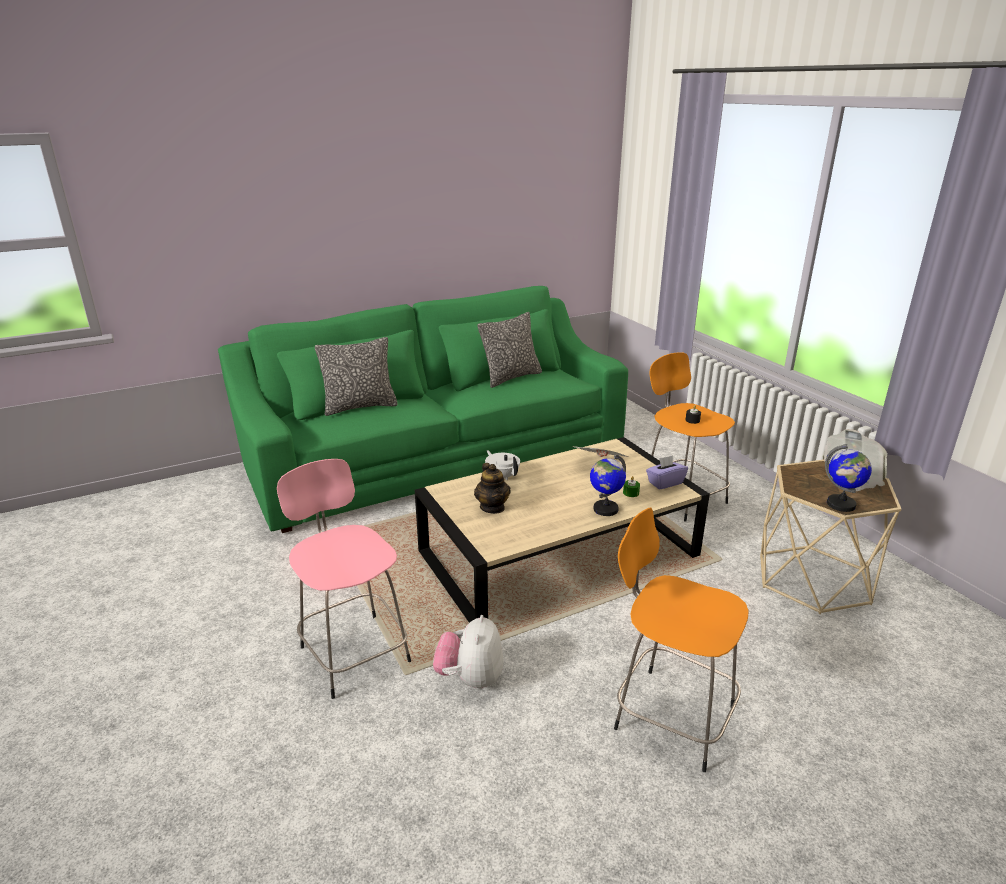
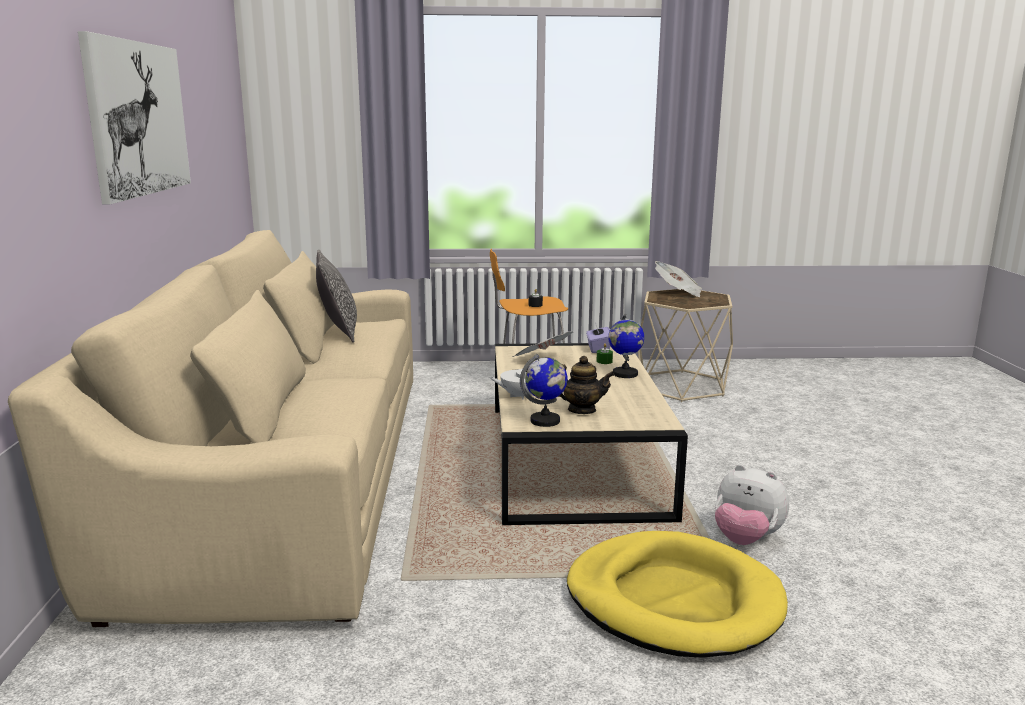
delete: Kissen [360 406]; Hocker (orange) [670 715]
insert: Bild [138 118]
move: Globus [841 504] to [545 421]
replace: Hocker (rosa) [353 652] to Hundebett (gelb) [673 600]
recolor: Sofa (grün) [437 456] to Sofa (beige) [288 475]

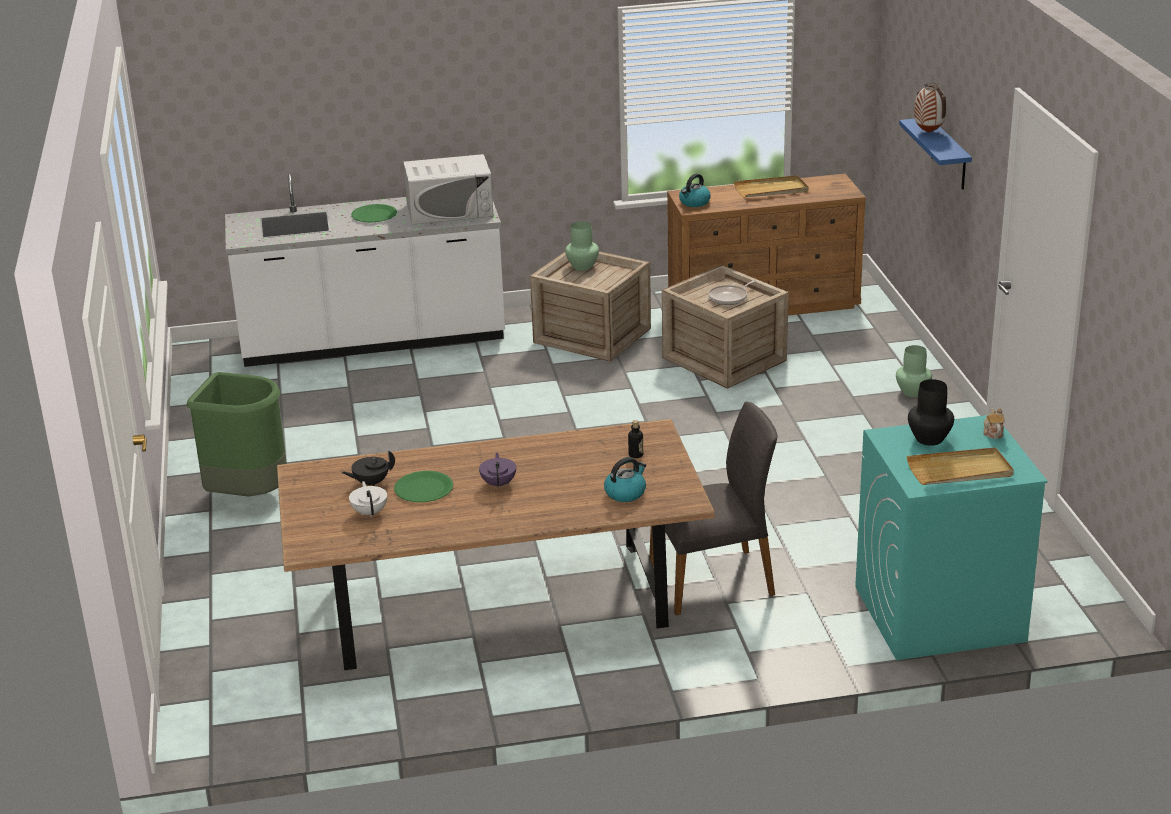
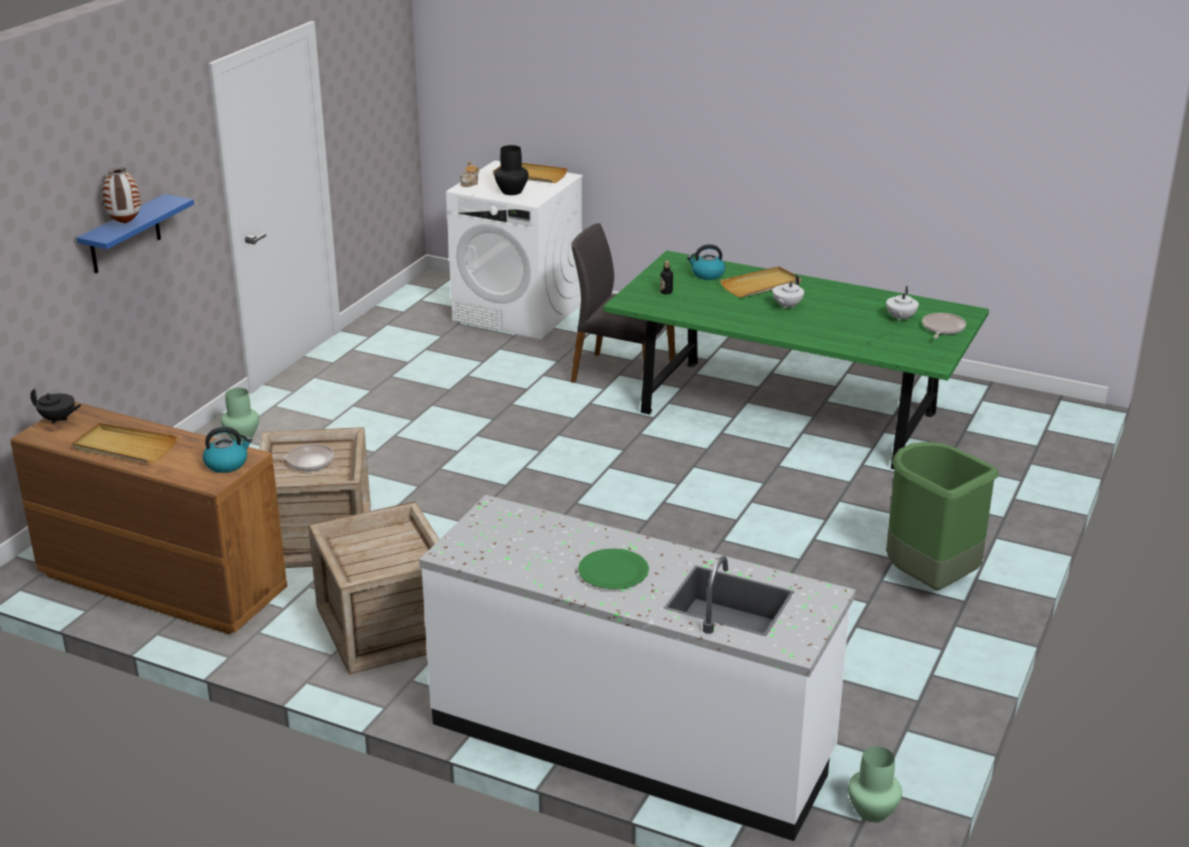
delete: Mikrowelle (weiß) [450 210]; Teller (grün) [424 488]
insert: Tablett (beige) [761 285]; Pfanne [942 328]
move: Vase (grün) [582 266] to [873 811]; Teekanne (schwarz) [371 483] to [58 419]
recolor: Waschmaschine (türkis) [938 614] to Waschmaschine (weiß) [518 312]; Esstisch (braun) [497 604] to Esstisch (grün) [788 413]; Teekanne (lila) [499 483] to Teekanne (weiß) [786 306]

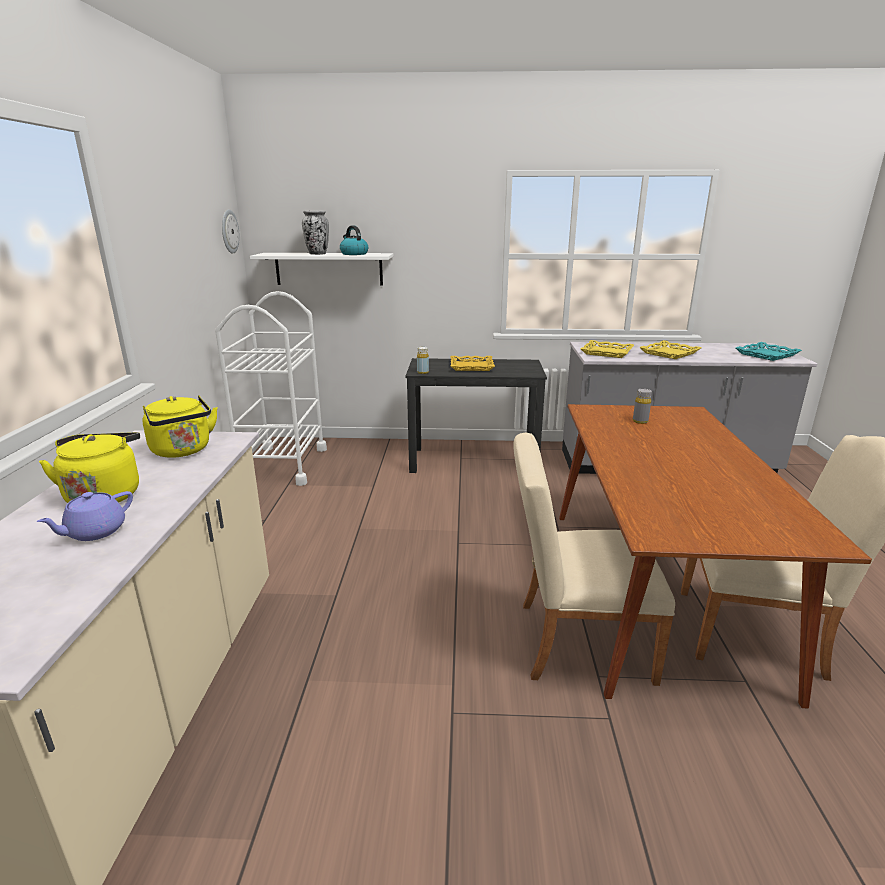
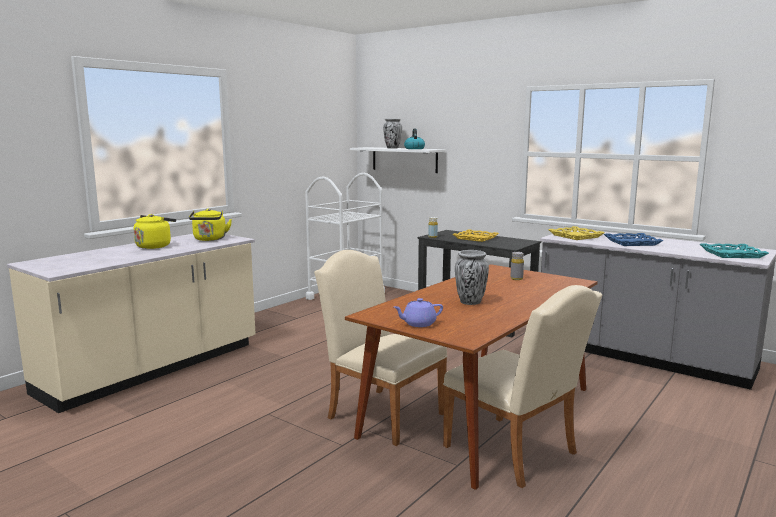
delete: Wanduhr [229 231]
insert: Vase [470 302]
move: Teekanne (lila) [95 532] to [418 324]
recolor: Tablett (gelb) [669 353] to Tablett (blau) [632 243]

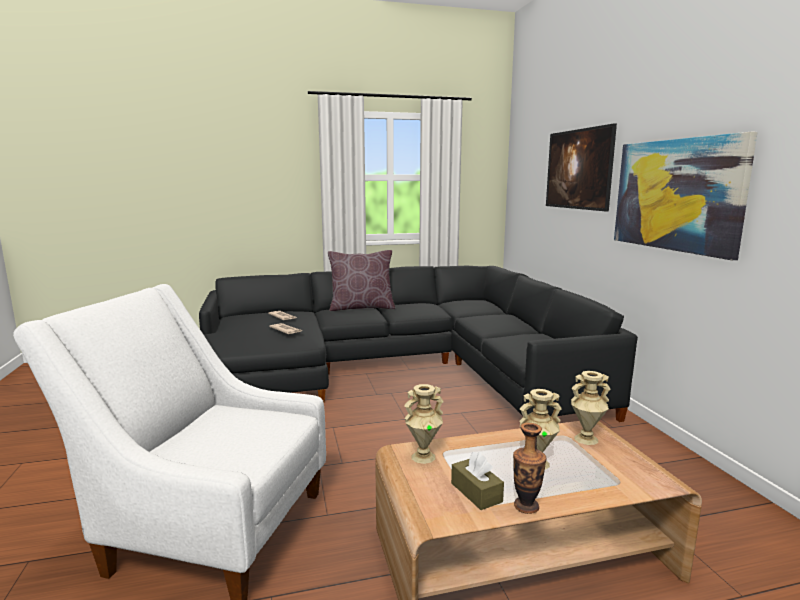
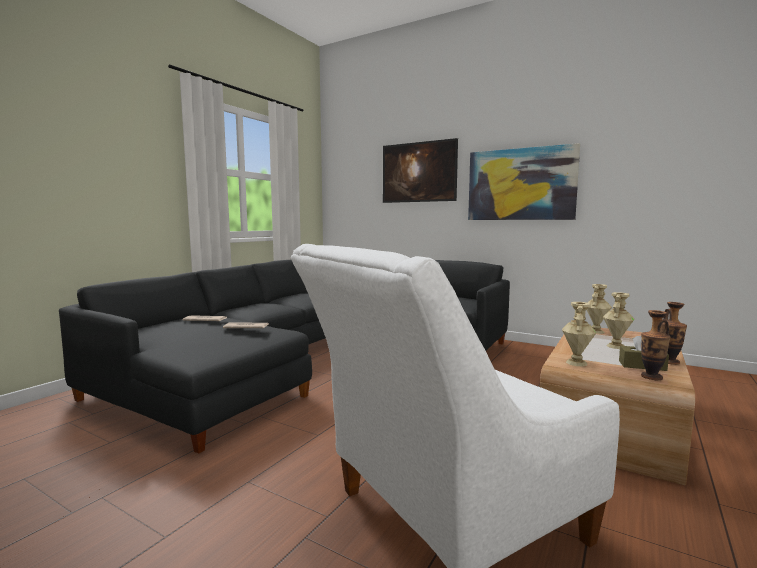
delete: Kissen (braun) [361 307]
insert: Vase [651 377]

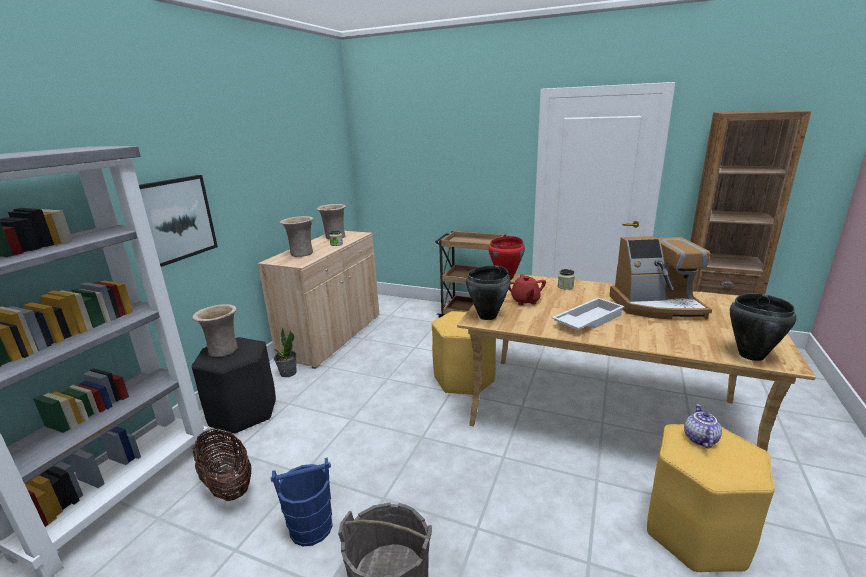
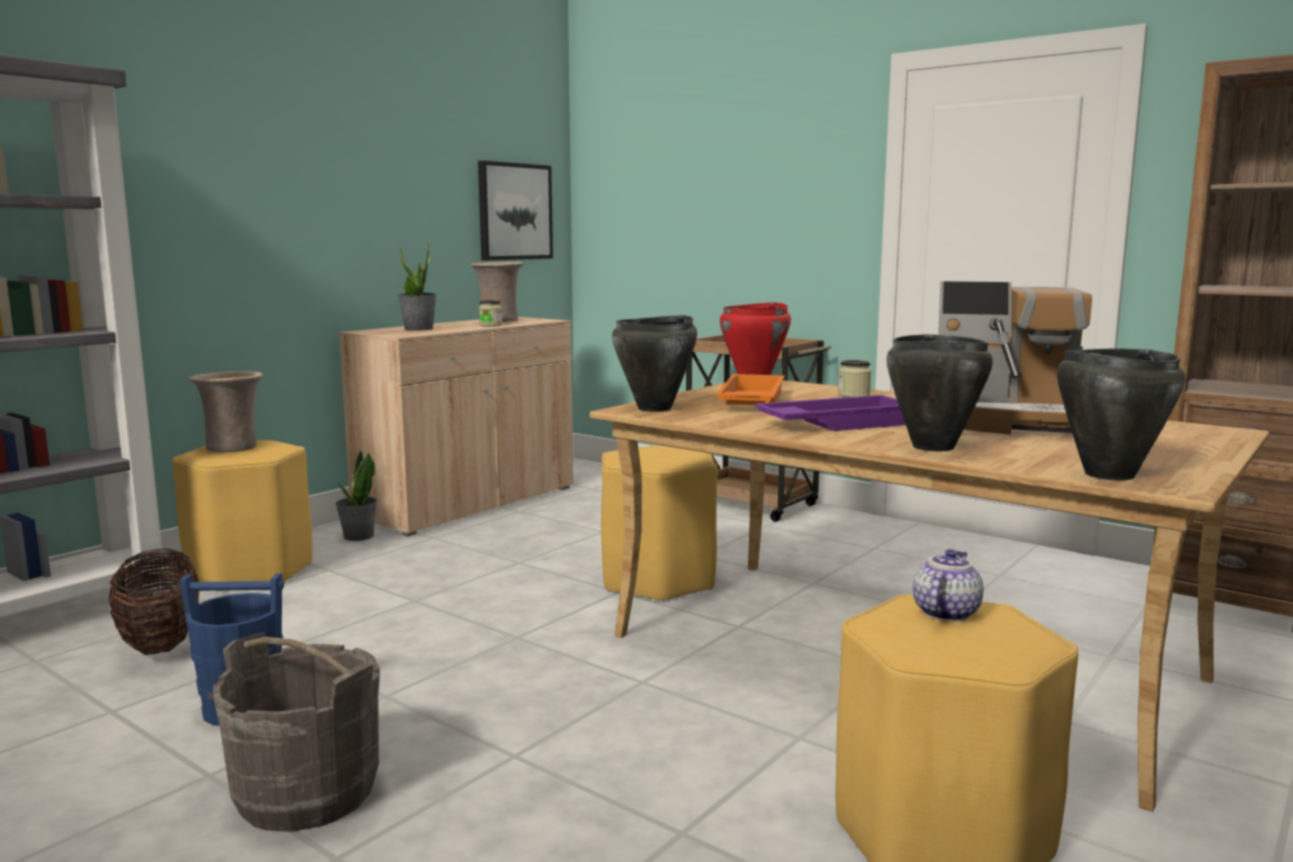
insert: Kochtopf (schwarz) [932 447]
move: Bild [174 219] to [514 211]
replace: Vase (beige) [301 254] to Topfpflanze [419 329]; Teekanne (rot) [525 301] to Tablett (orange) [749 401]
recolor: Tablett (weiß) [587 320] to Tablett (lila) [835 424]; Hocker (schwarz) [242 413] to Hocker (gelb) [249 571]

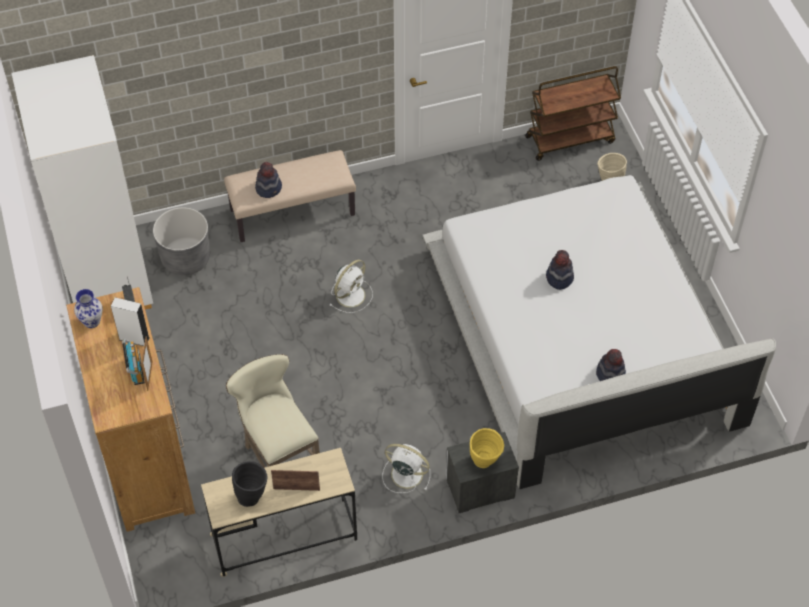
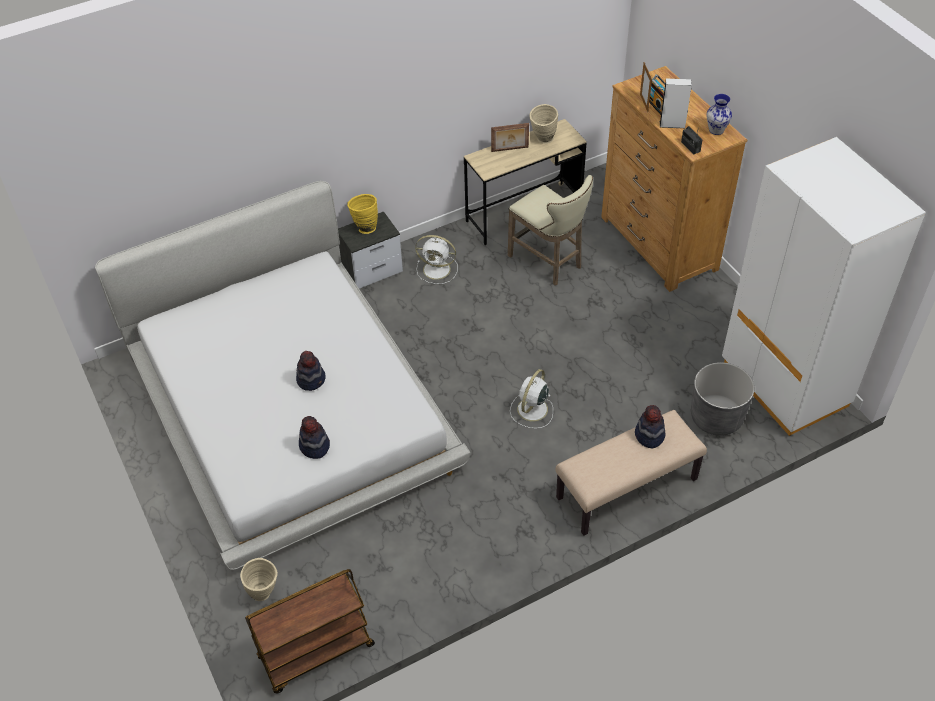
move: Hut [610 374] to [314 446]
recolor: Vase (schwarz) [252 495] to Vase (beige) [543 140]

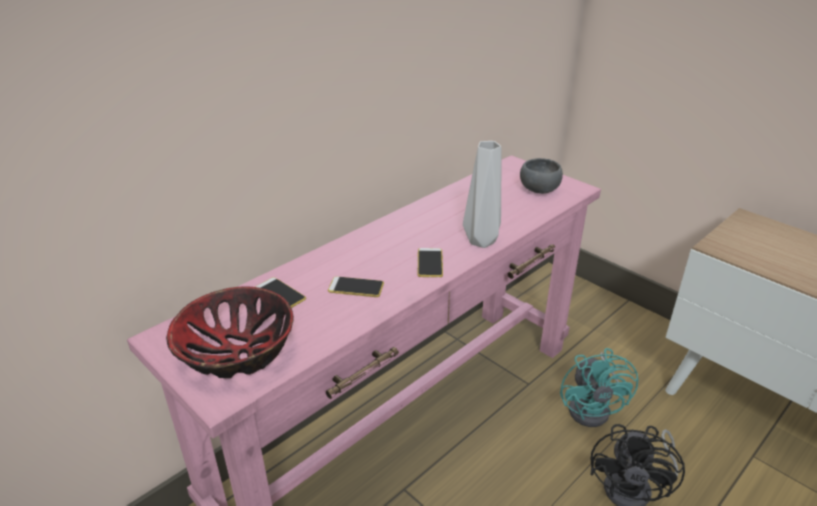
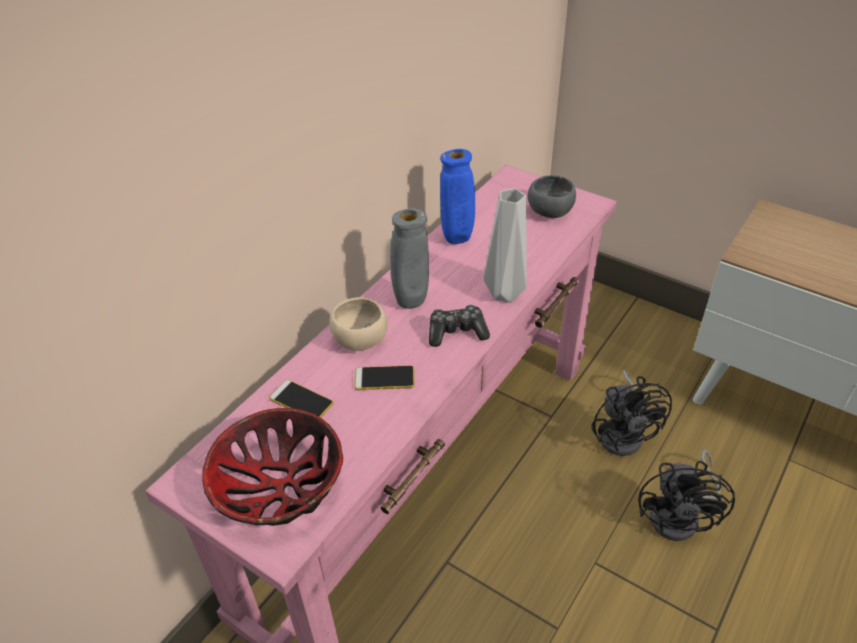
insert: Vase (blau) [457 241]; Vase (grau) [411 302]; Schüssel (beige) [360 341]
replace: Handy [430 263] to Gamepad [456 332]
recolor: Ventilator (türkis) [593 408] to Ventilator (schwarz) [624 433]

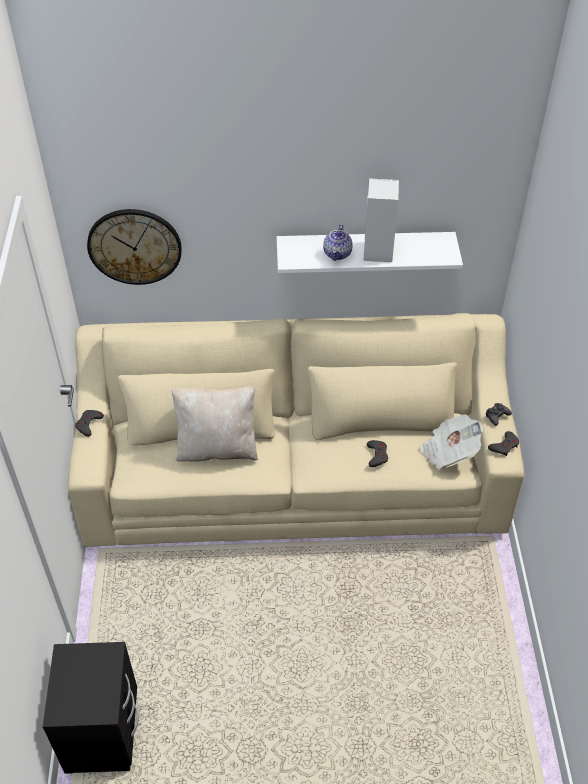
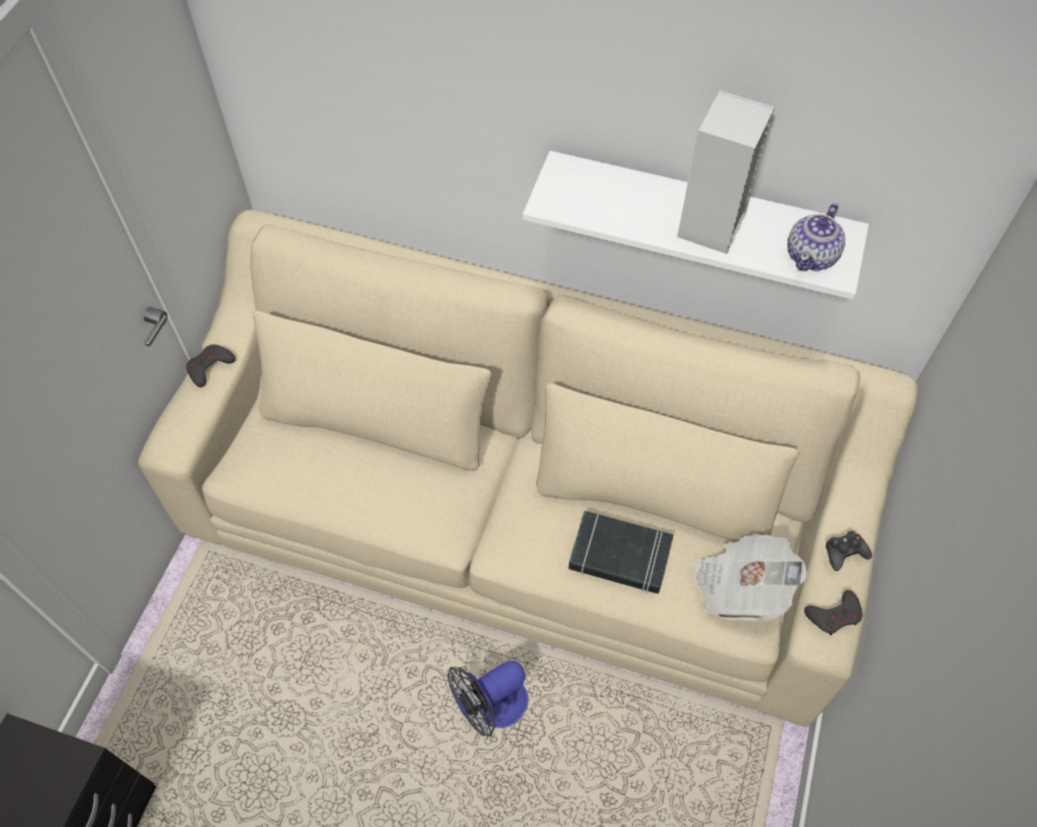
delete: Wanduhr [134 246]; Kissen (beige) [217 448]
insert: Ventilator [491 707]
move: Teekanne [338 253] to [811 256]
replace: Gamepad (grau) [377 455] to Buch (schwarz) [619 556]

